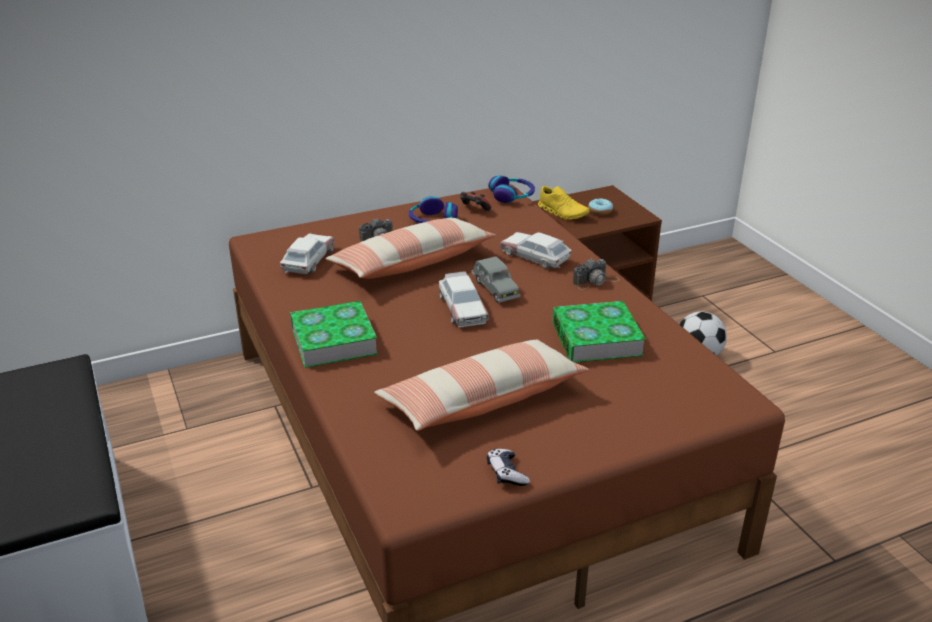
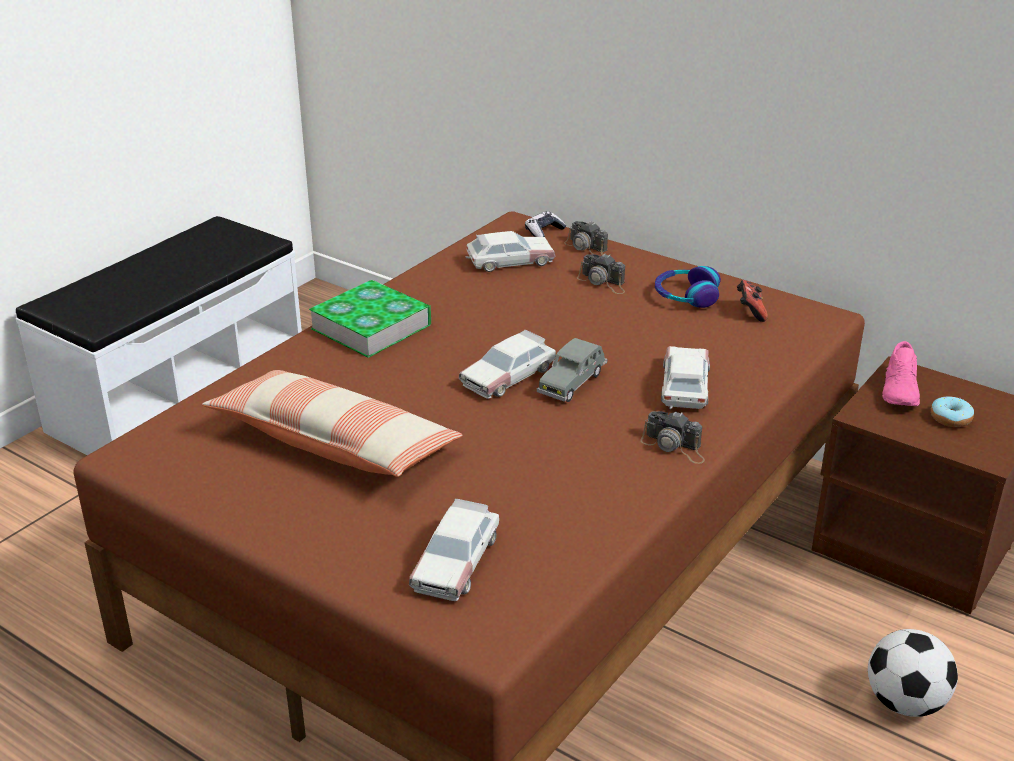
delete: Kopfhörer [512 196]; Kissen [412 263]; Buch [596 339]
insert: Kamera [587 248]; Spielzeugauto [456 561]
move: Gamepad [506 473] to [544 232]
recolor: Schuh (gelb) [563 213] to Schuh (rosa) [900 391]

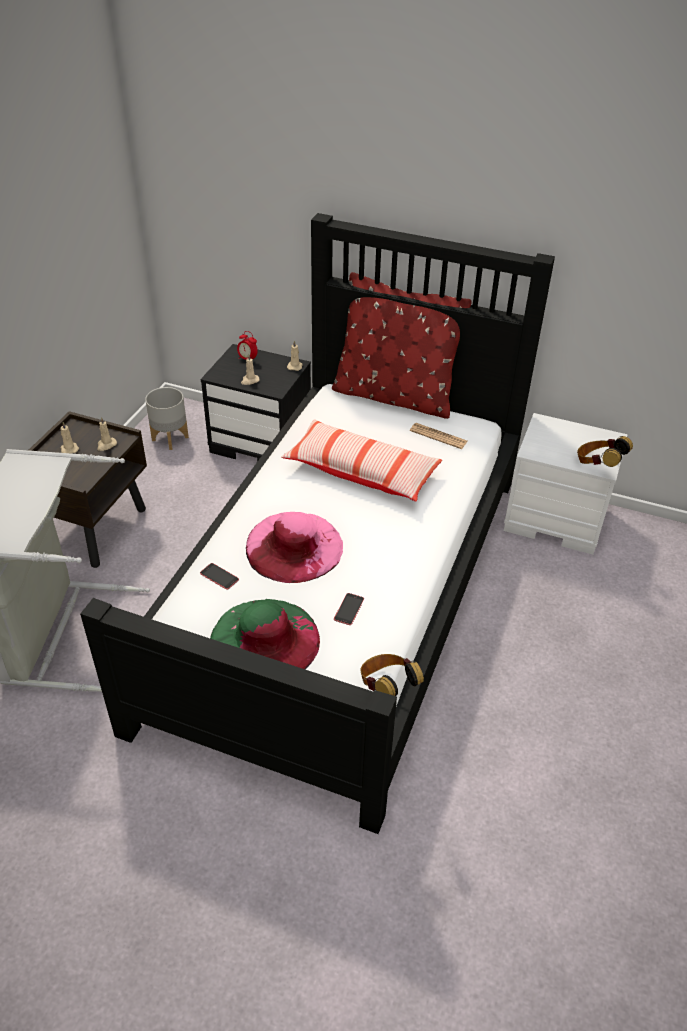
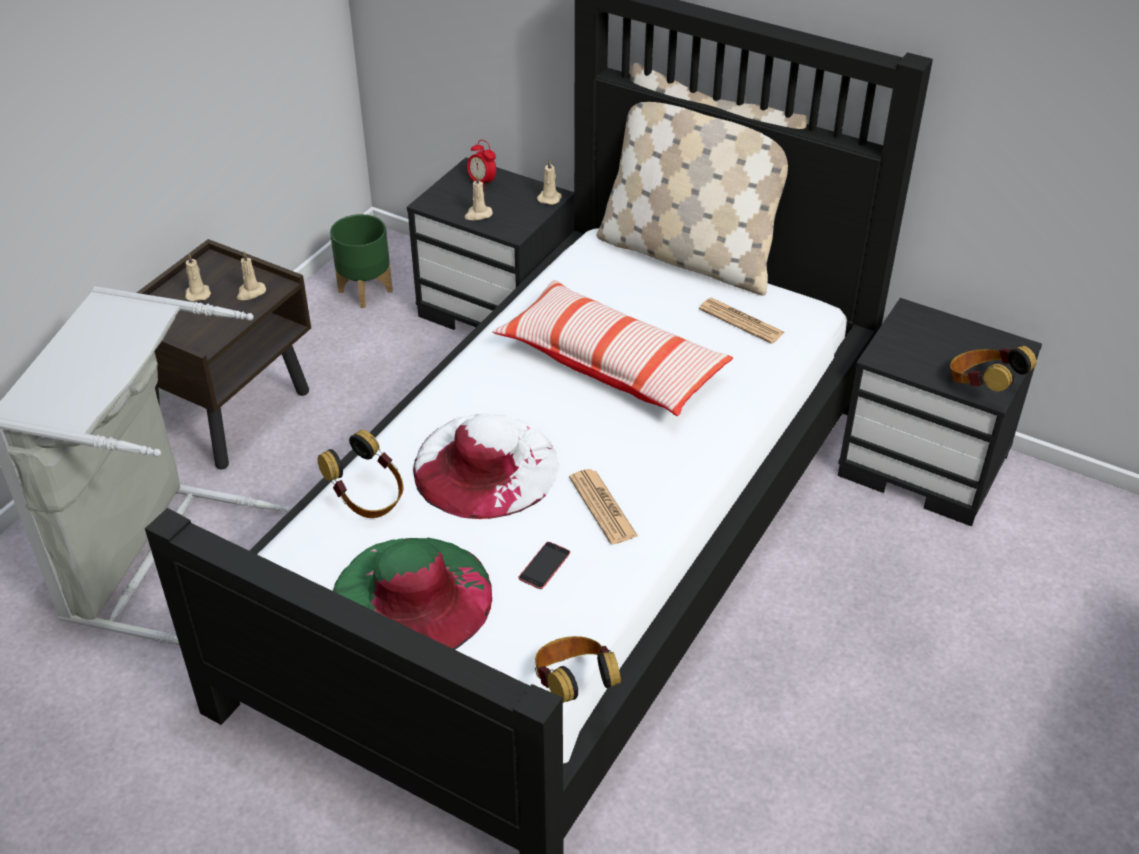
insert: Zeitung [603 507]
replace: Handy [219 576] to Kopfhörer [367 498]
recolor: Kissen (rot) [394 396] to Kissen (beige) [689 255]; Pflanzkübel (grau) [170 438] to Pflanzkübel (grün) [366 291]; Nachttisch (weiß) [556 518] to Nachttisch (schwarz) [925 465]; Hut (rosa) [294 546] to Hut (weiß) [485 465]

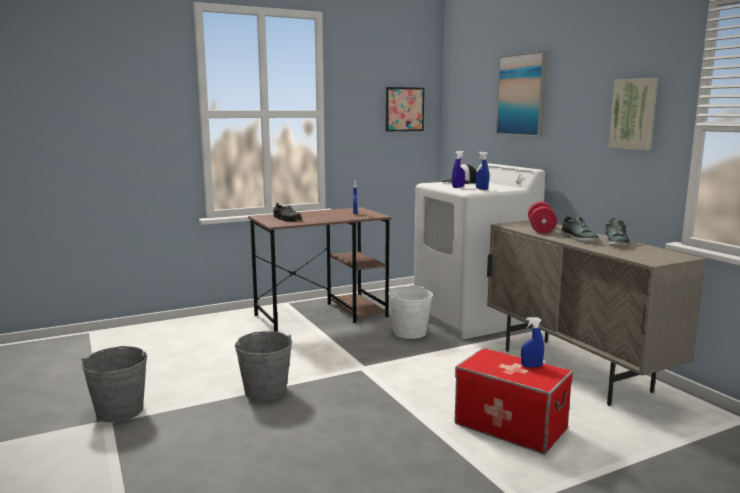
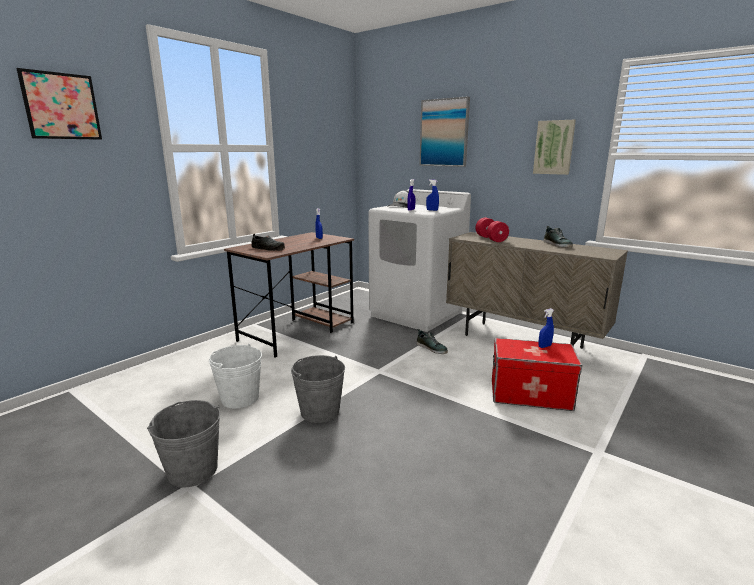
move: Bild [404 109] to [61 106]; Schuh [579 238] to [432 348]; Eimer (weiß) [409 332] to [240 398]

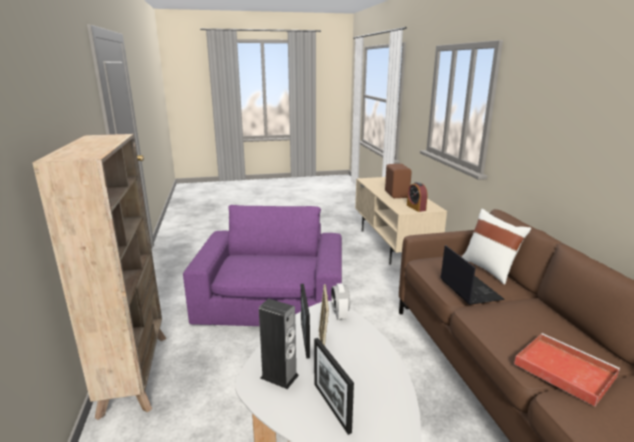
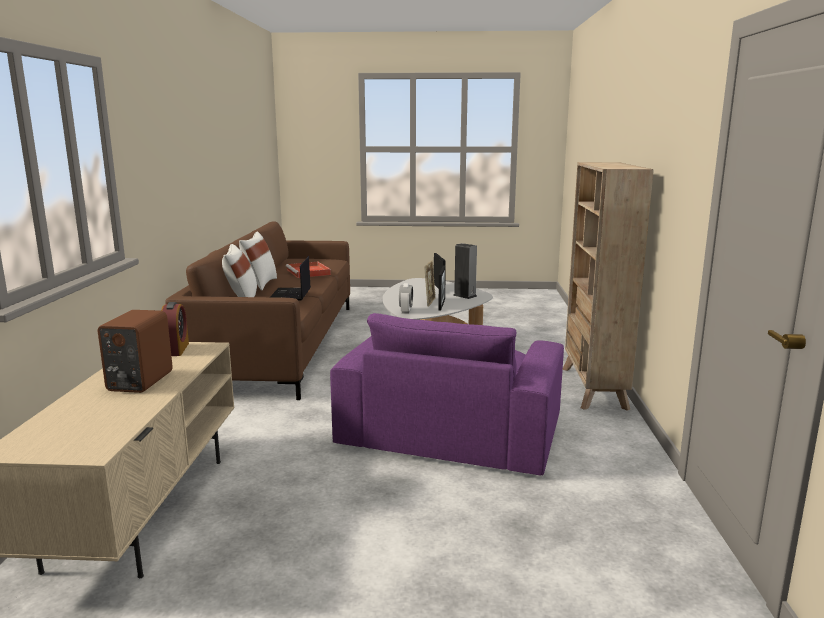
insert: Kissen (weiß) [260 284]

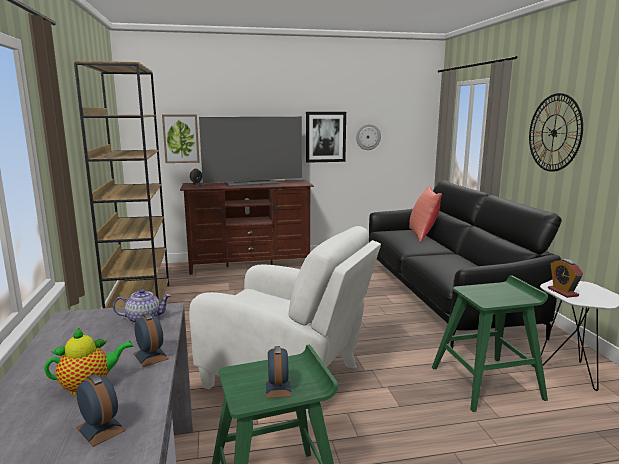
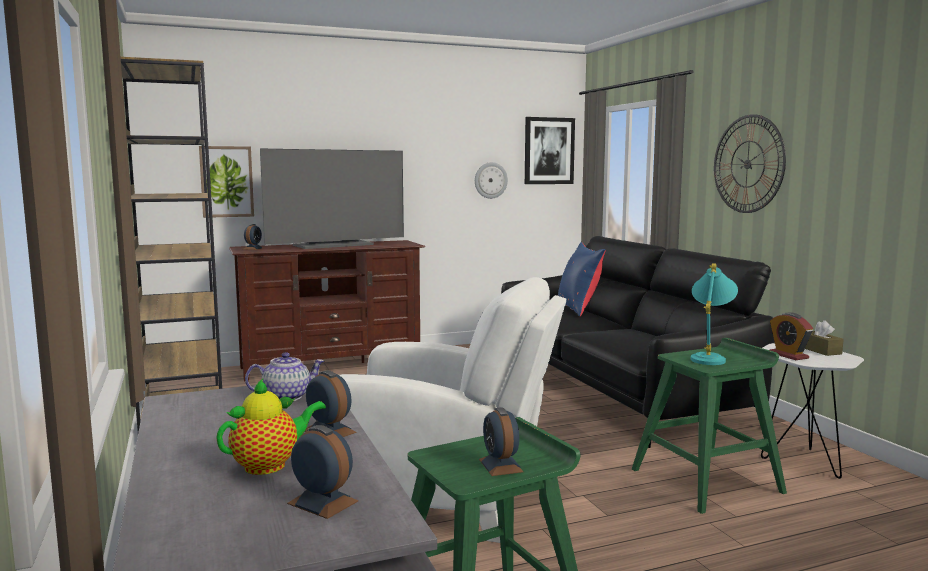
insert: Tischlampe (türkis) [710 357]; Taschentuchbox (braun) [820 350]
move: Bild [325 137] to [549 151]
recolor: Kissen (rot) [422 235] to Kissen (blau) [579 309]

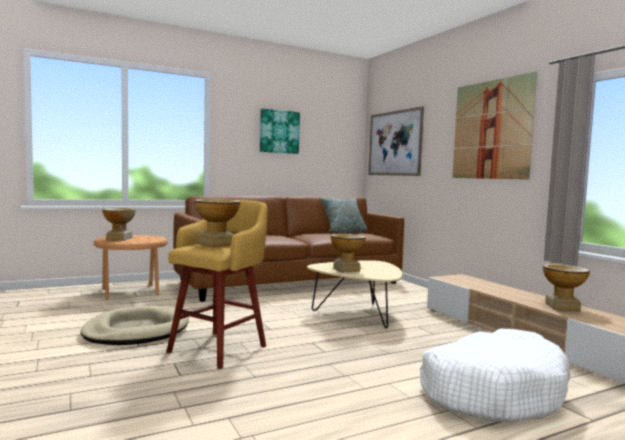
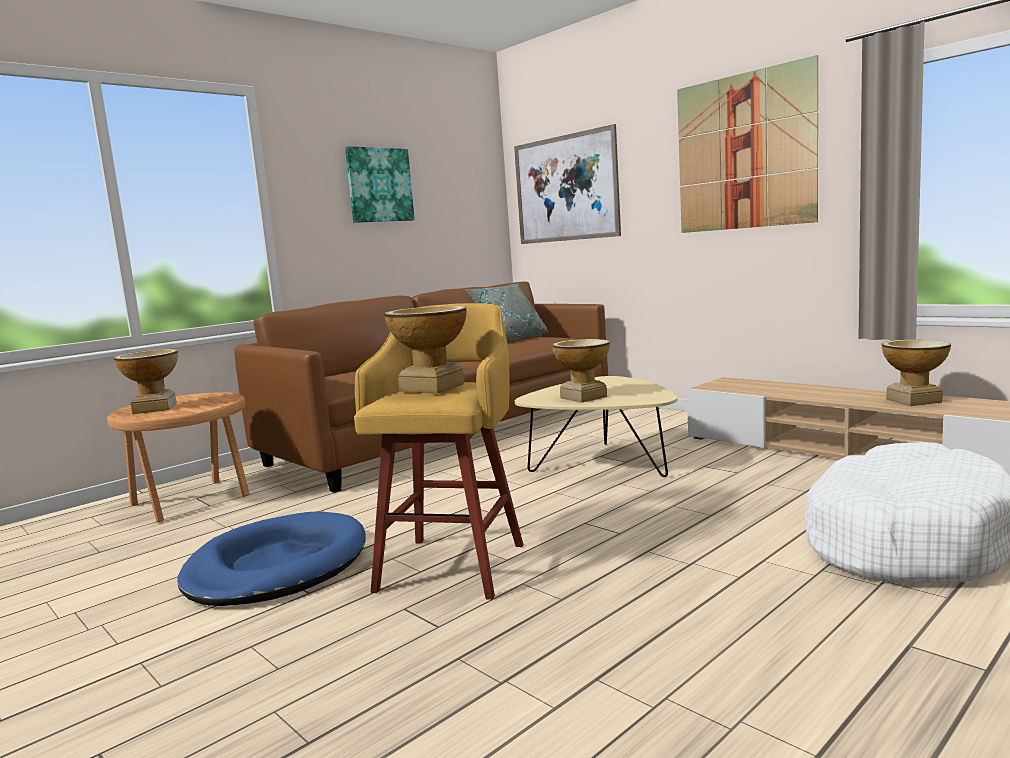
recolor: Hundebett (beige) [137 331] to Hundebett (blau) [277 566]

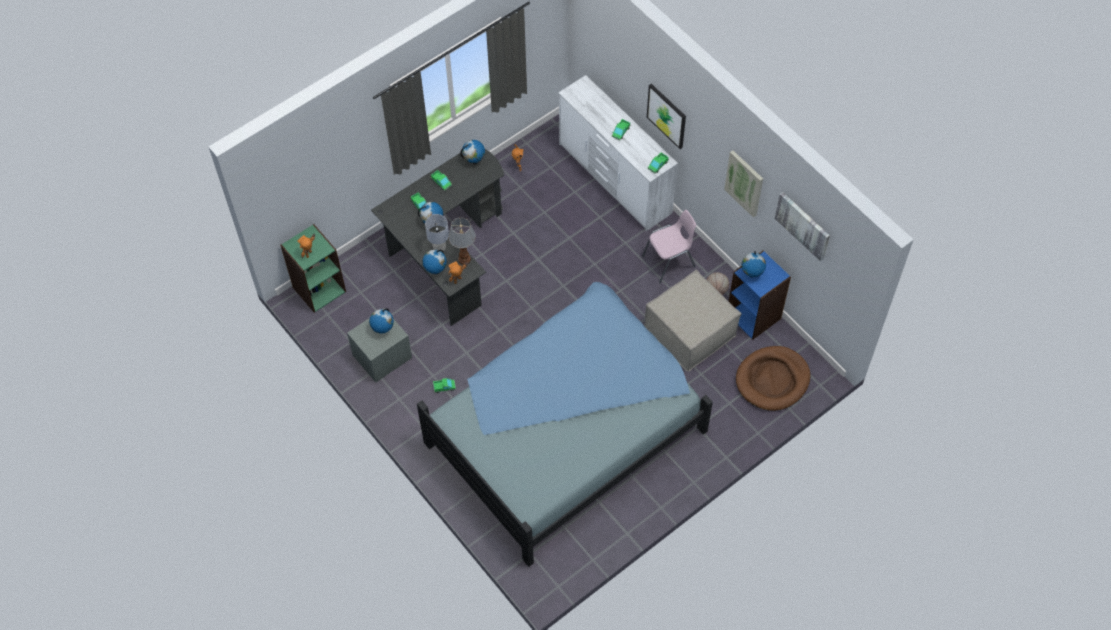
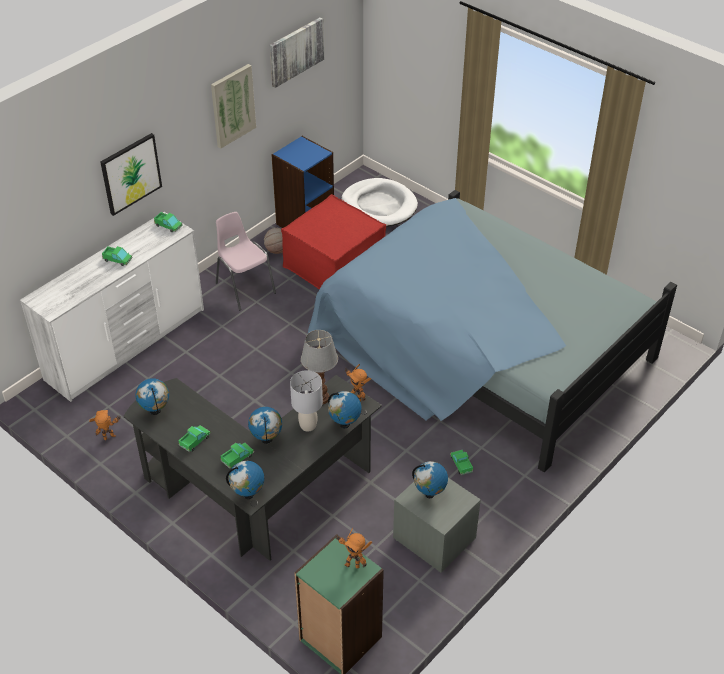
move: Globus [751 274] to [248 494]
recolor: Polsterhocker (beige) [690 331] to Polsterhocker (rot) [334 265]; Hundebett (braun) [772 380] to Hundebett (weiß) [379 206]

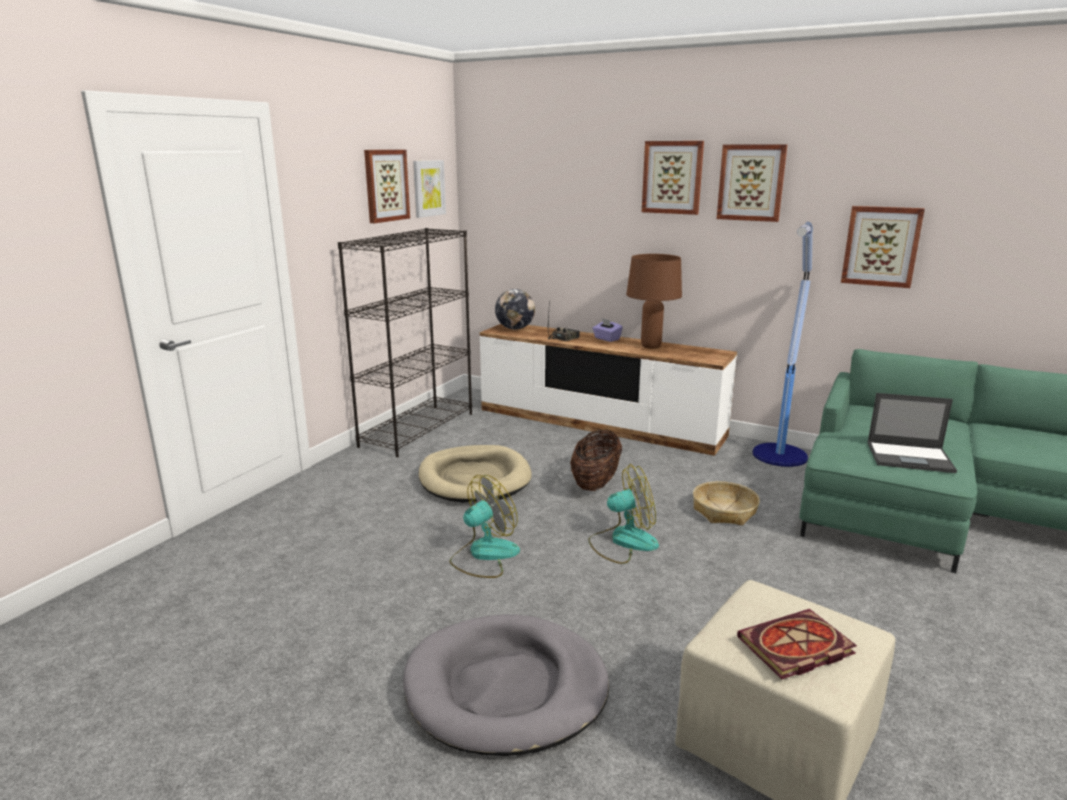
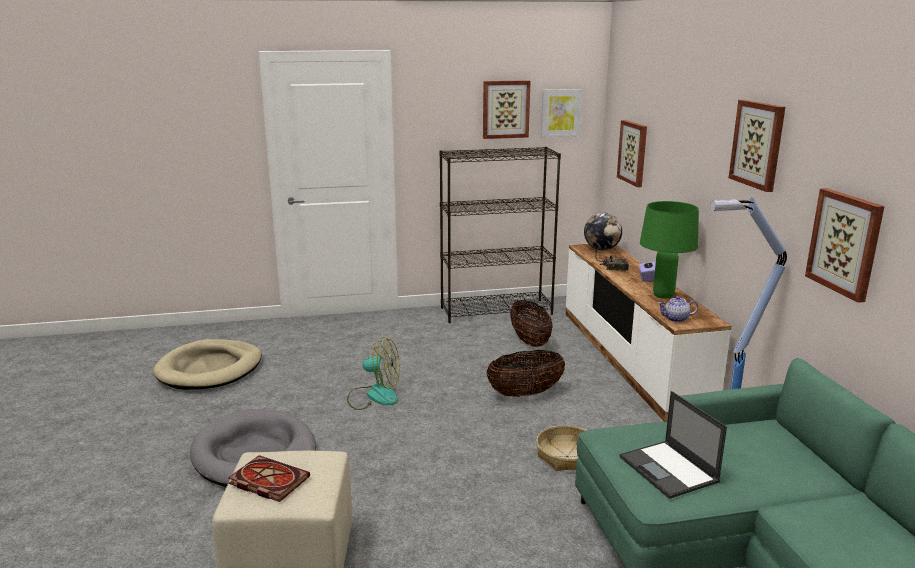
delete: Ventilator [623 541]
insert: Teekanne [676 319]; Korb [530 341]
move: Bild [672 177] to [633 152]; Hundebett (beige) [474 478] to [210 369]
recolor: Tischlampe (braun) [650 346] to Tischlampe (grün) [663 295]

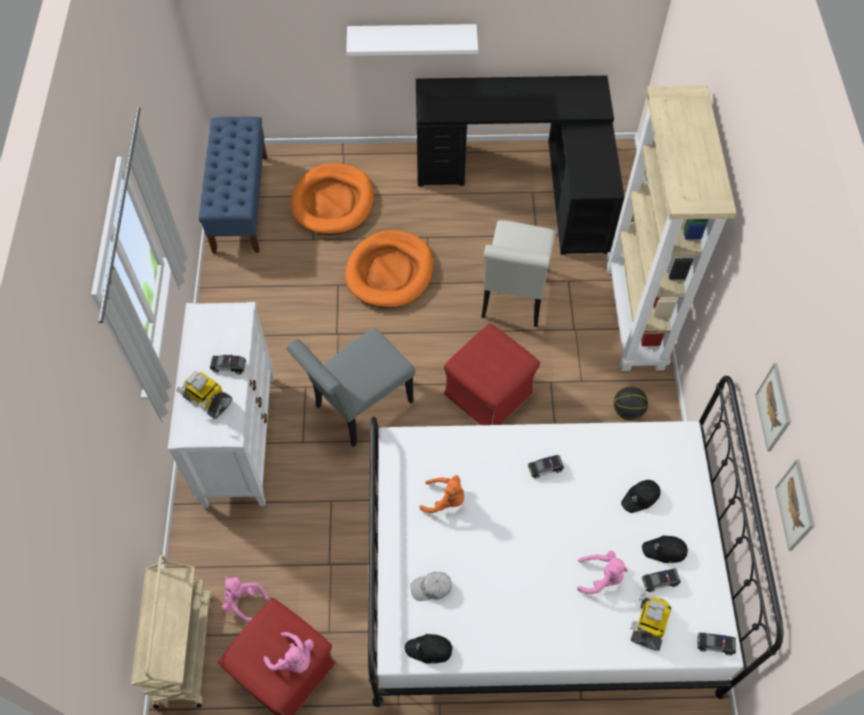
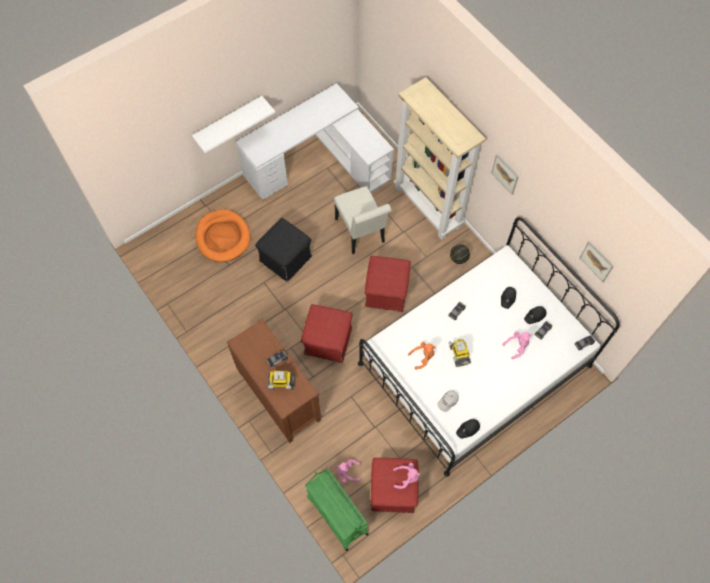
delete: Bank (blau) [240 203]
move: Bild [773 407] to [505 174]; Spielzeugroboter [648 624] to [459 354]
replace: Hundebett (orange) [390 272] to Polsterhocker (schwarz) [286 258]; Stuhl (grau) [358 408] to Polsterhocker (rot) [327 341]
recolor: Schreibtisch (schwarz) [528 179] to Schreibtisch (weiß) [319 162]; Kommode (weiß) [239 439] to Kommode (braun) [279 397]; Rollwagen (beige) [183 648] to Rollwagen (grün) [336 514]

